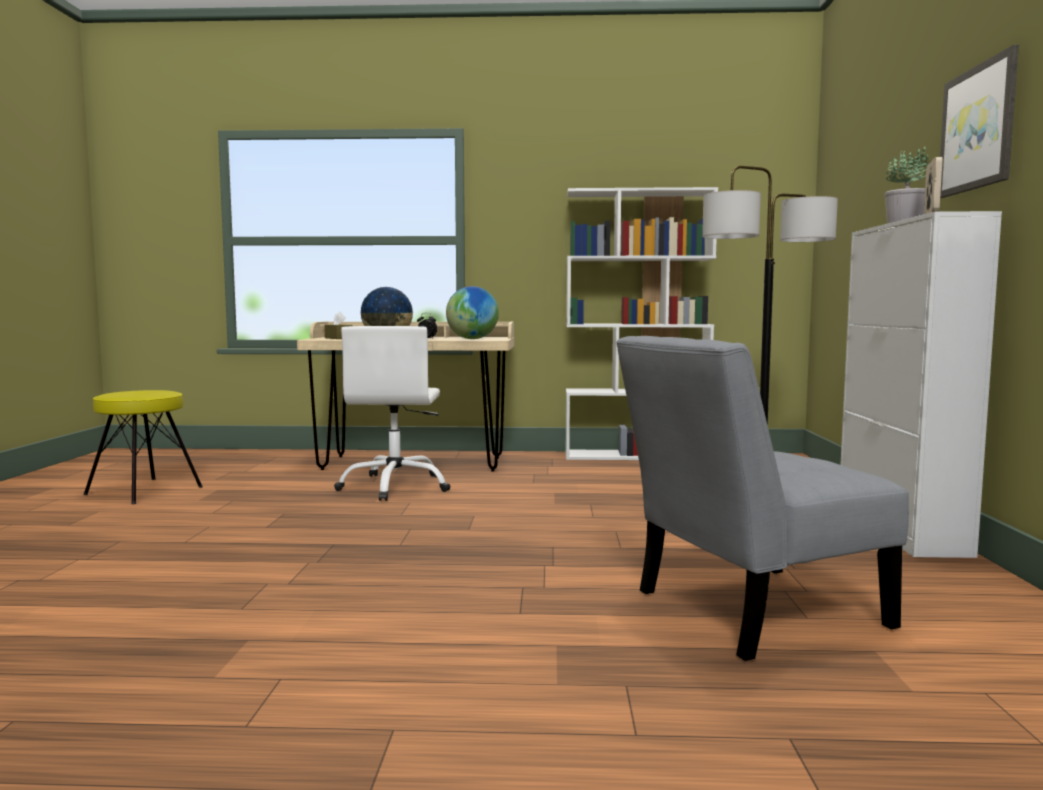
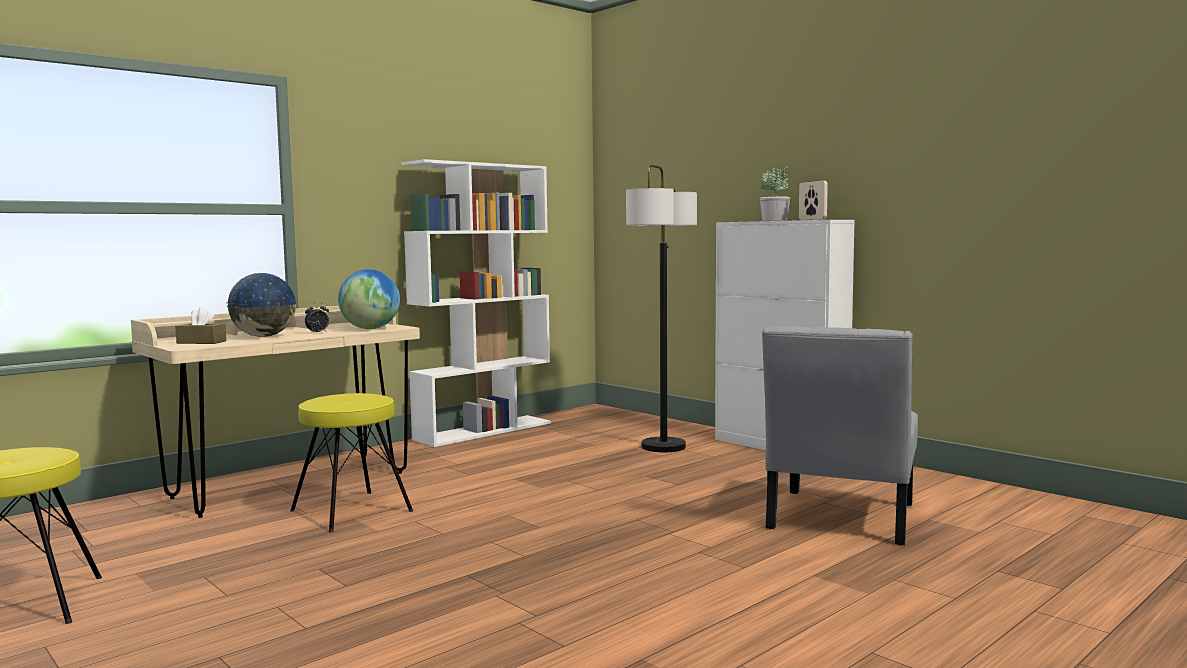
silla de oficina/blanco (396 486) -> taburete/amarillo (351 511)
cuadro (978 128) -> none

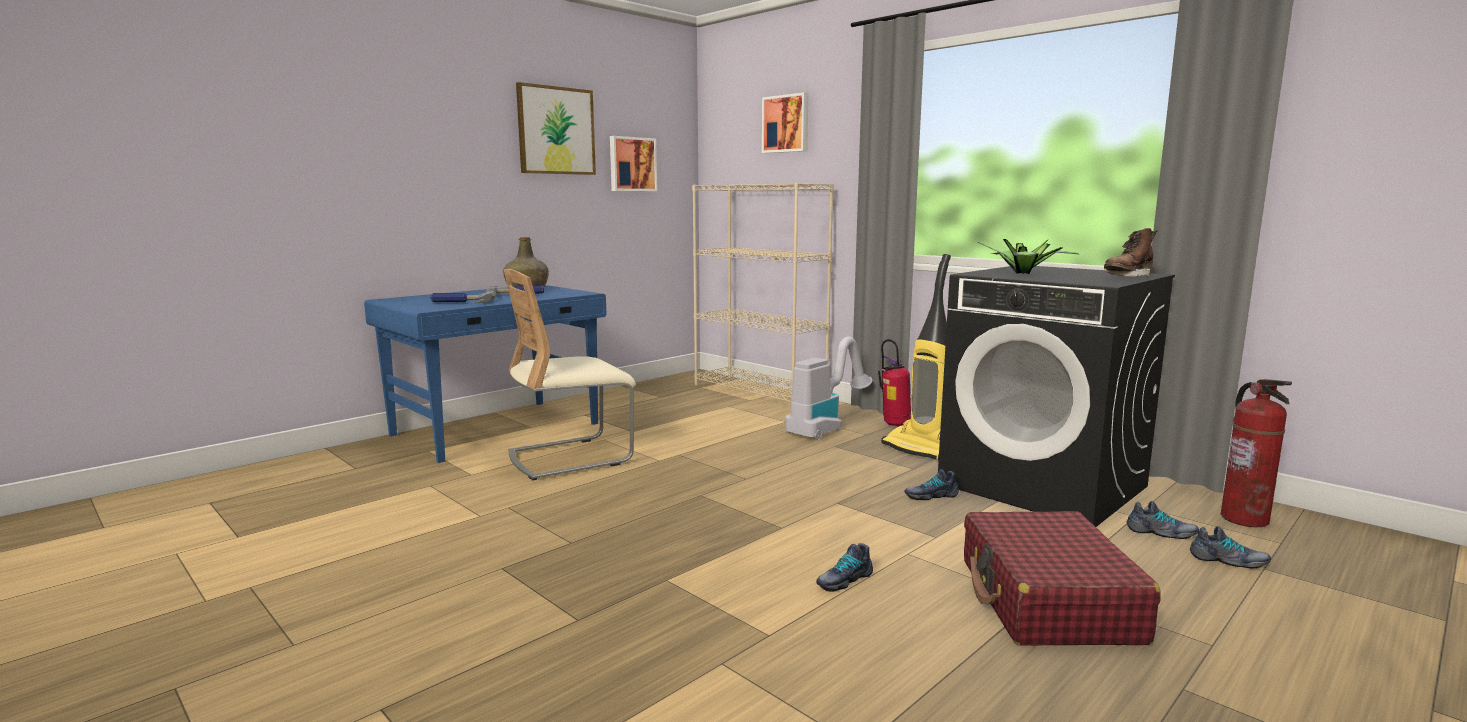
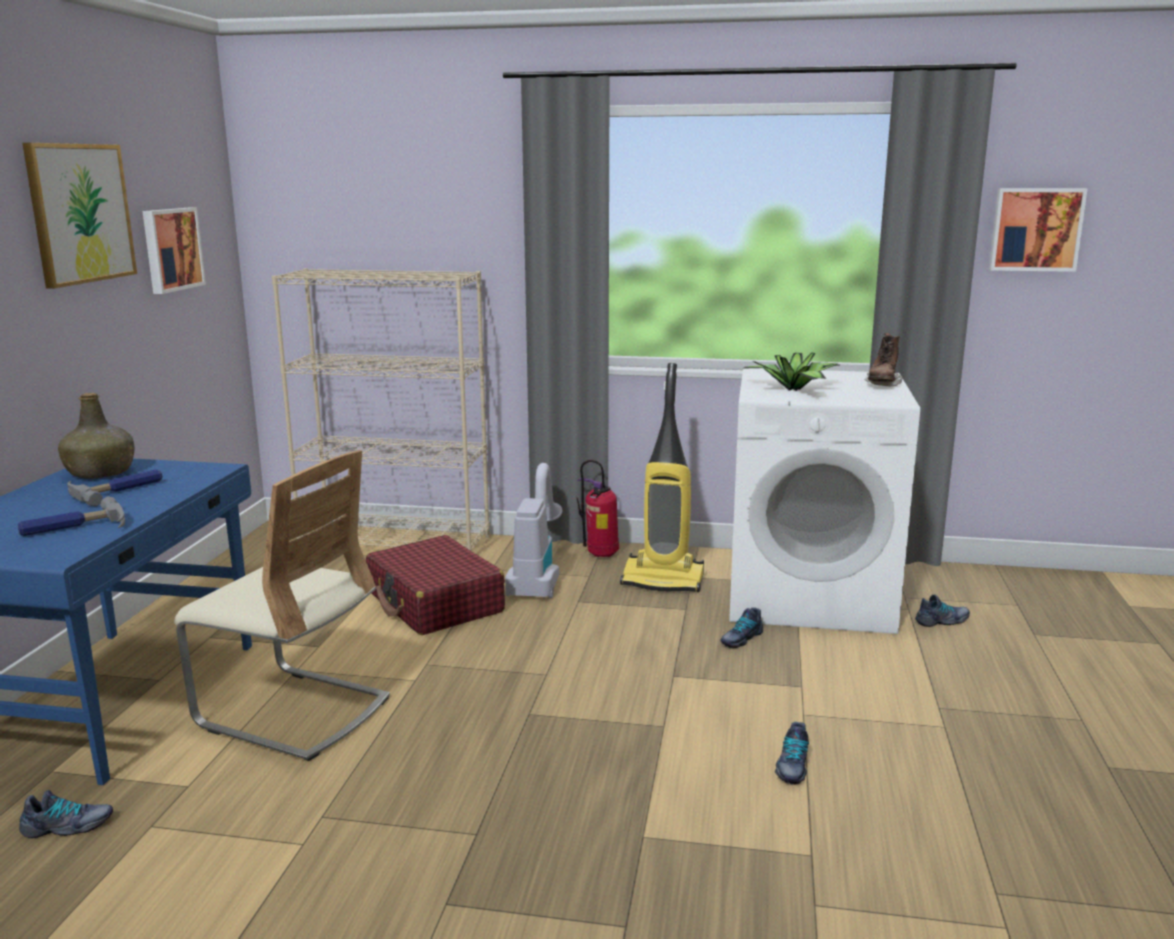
zapato (1228 561) -> zapato (67 827), moved
silla/beis (570 457) -> silla/beis (293 712), 90 degrees counterclockwise
maleta/rojo (1048 600) -> maleta/rojo (435 603), moved
lavadora/negro (1043 485) -> lavadora/blanco (811 596)
cuadro (786 124) -> cuadro (1035 229), moved
extintor (1244 519) -> none

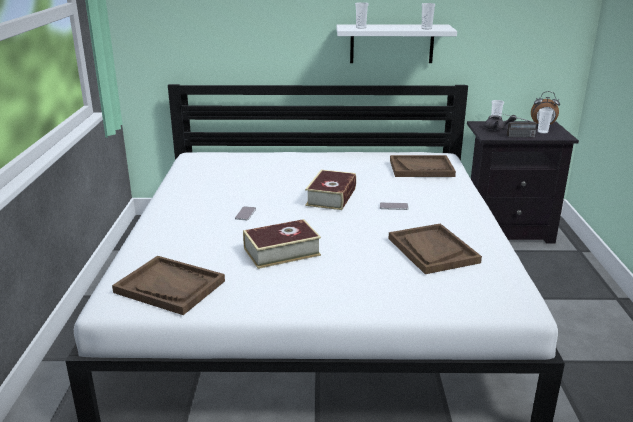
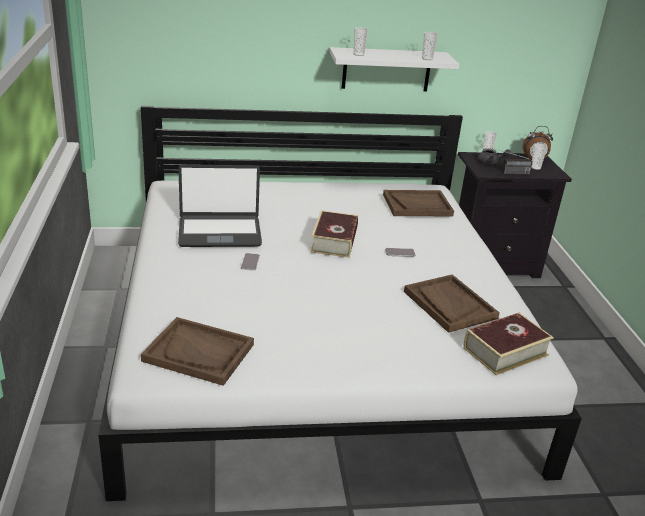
none -> portátil (219 232)
libro (281 252) -> libro (505 351), moved

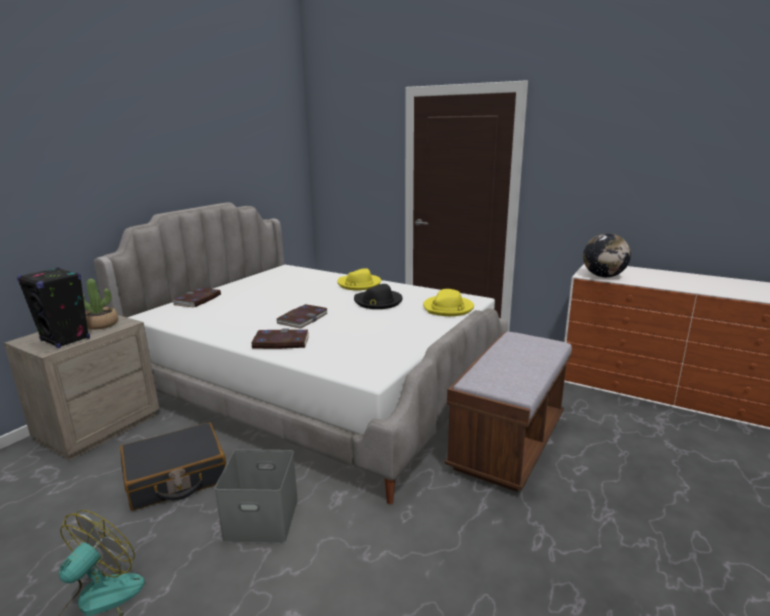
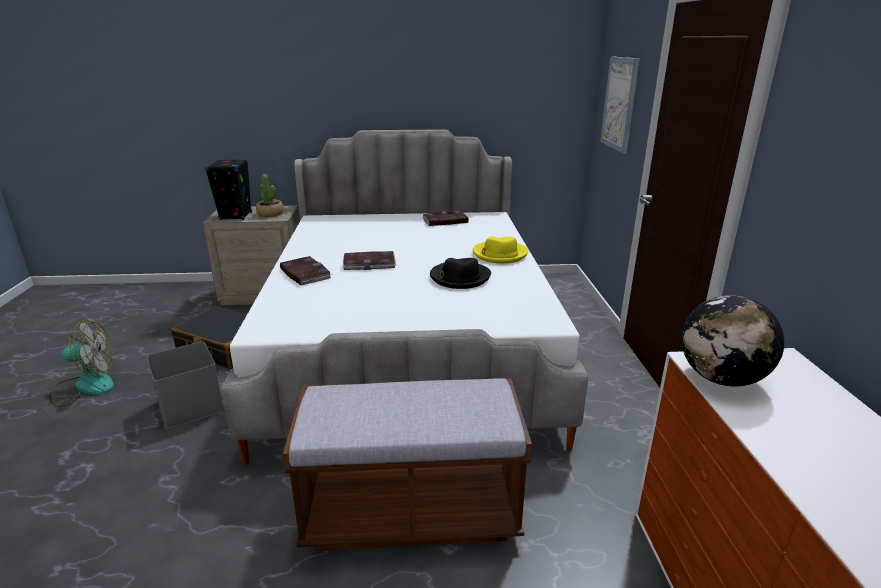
libro (197 300) -> libro (445 221), moved
none -> cuadro (619 103)
sombrero/amarillo (448 308) -> none

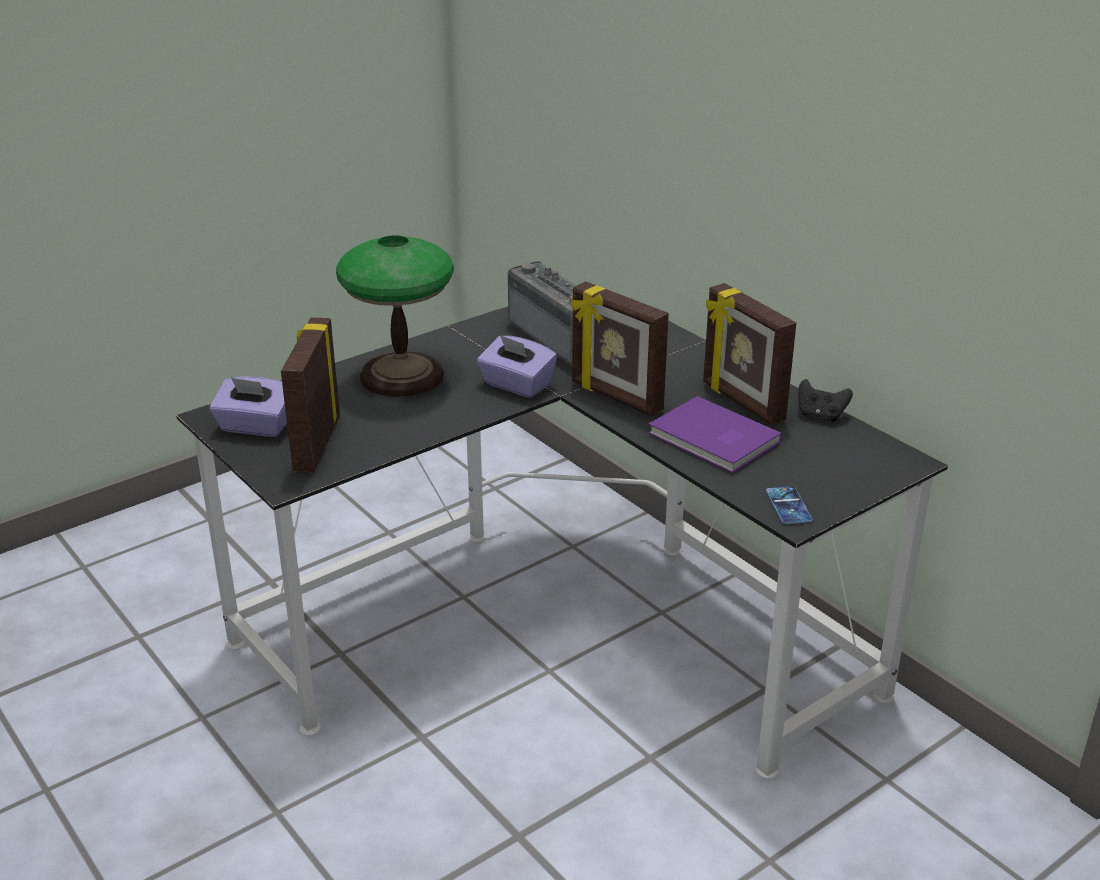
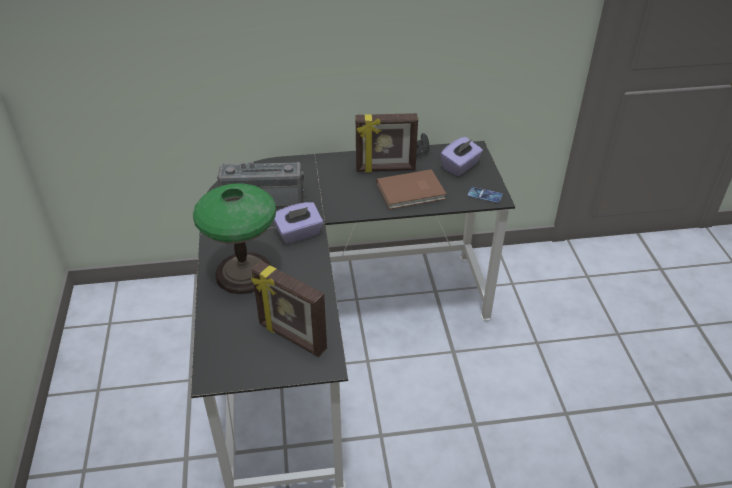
libro/morado (713 439) -> libro/marrón (412 192)
caja de pañuelos/morado (255 426) -> caja de pañuelos/morado (460 166), moved
portarretratos (615 397) -> none

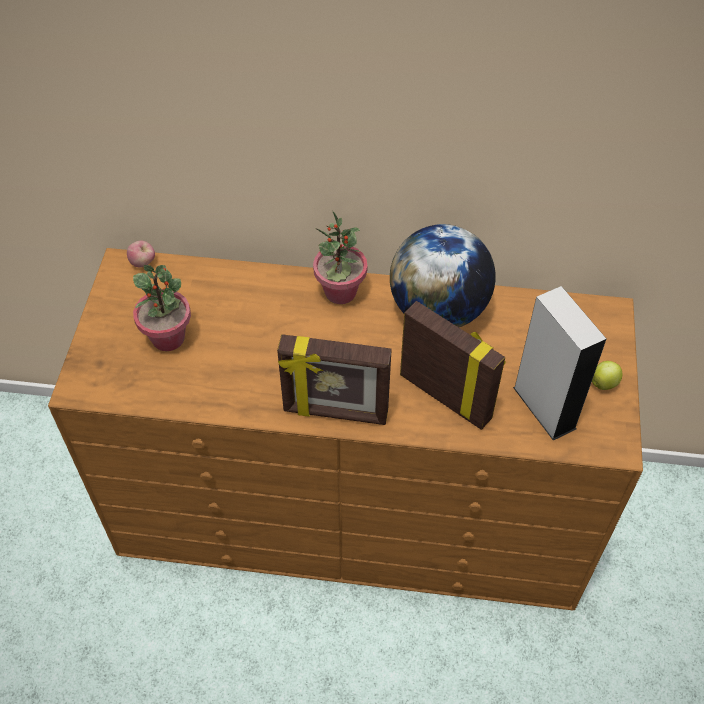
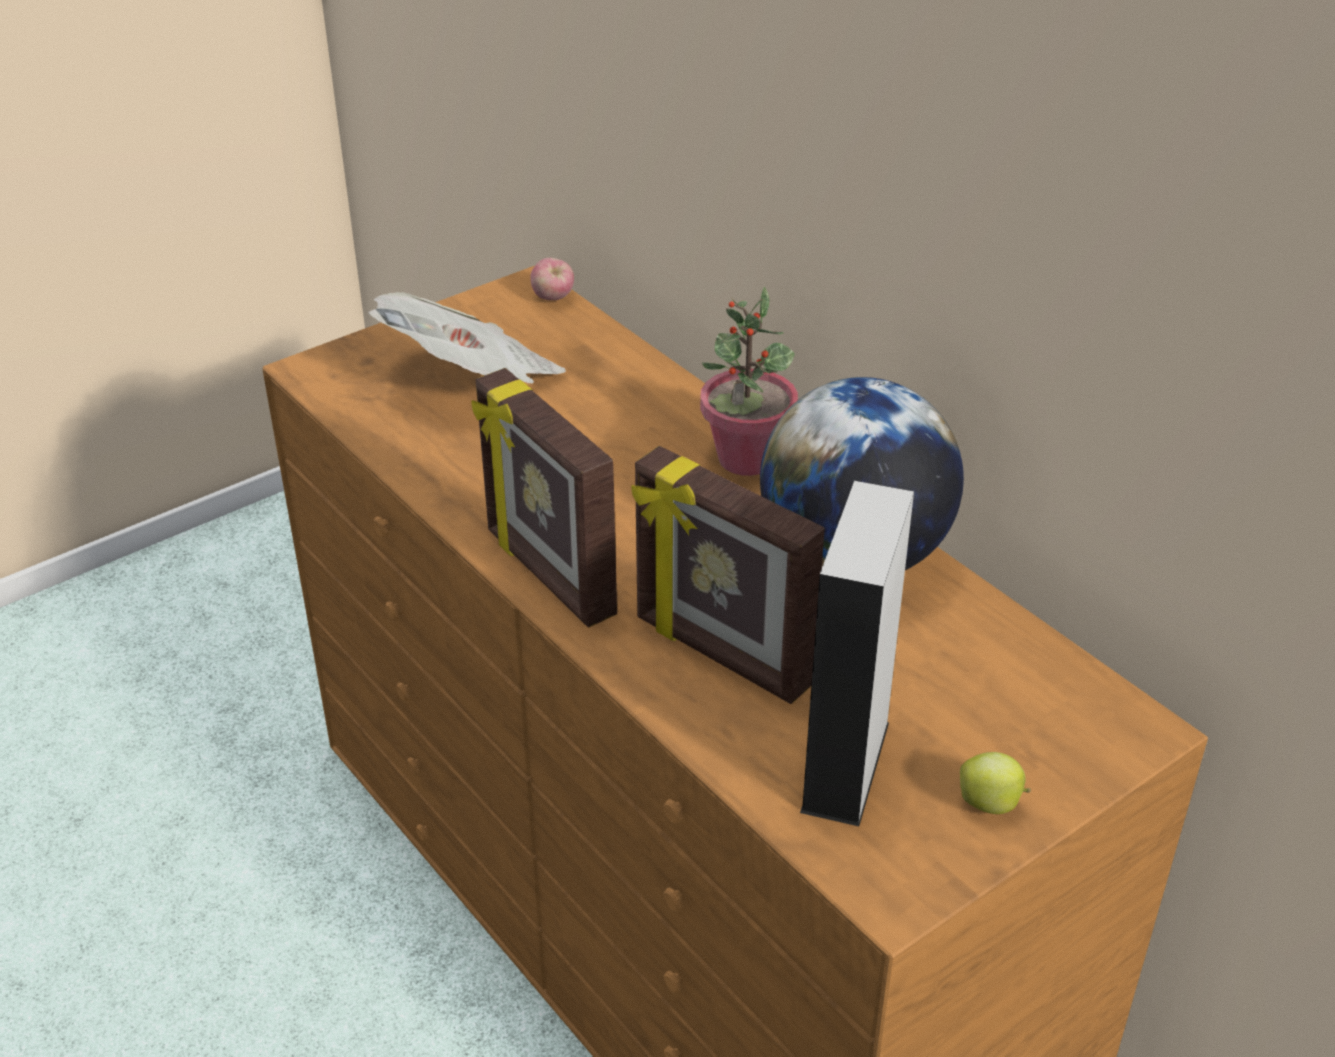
planta en maceta (168 338) -> periódico (473 381)
portarretratos (446 396) -> portarretratos (720 654), 135 degrees clockwise

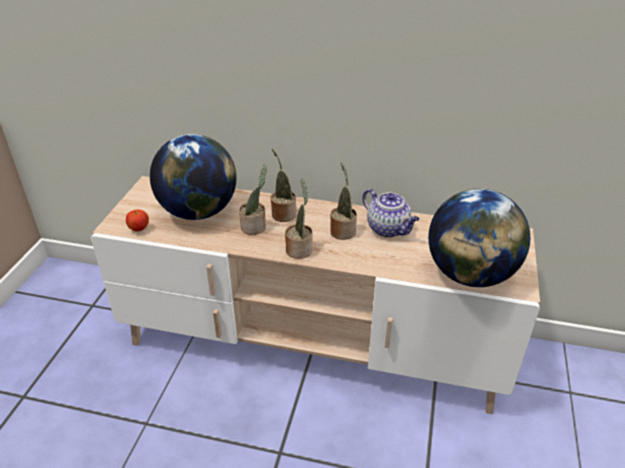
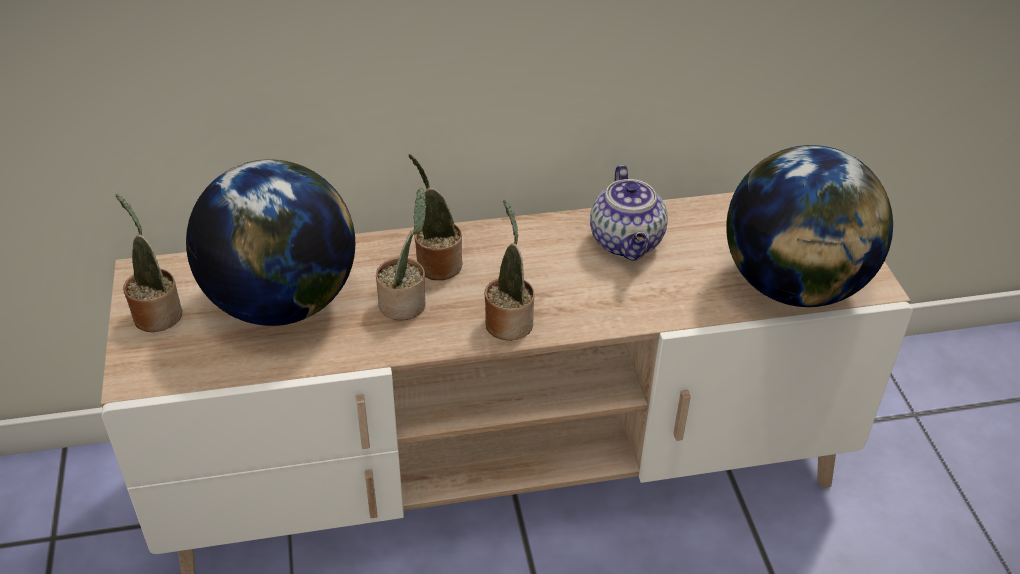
planta en maceta (342 230) -> planta en maceta (156 313), moved
tetera (389 229) -> tetera (627 243), 60 degrees clockwise
manzana (139 229) -> none

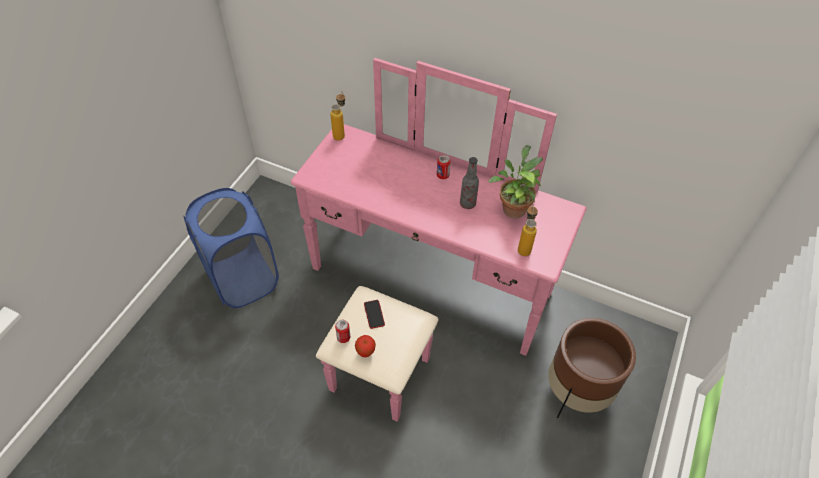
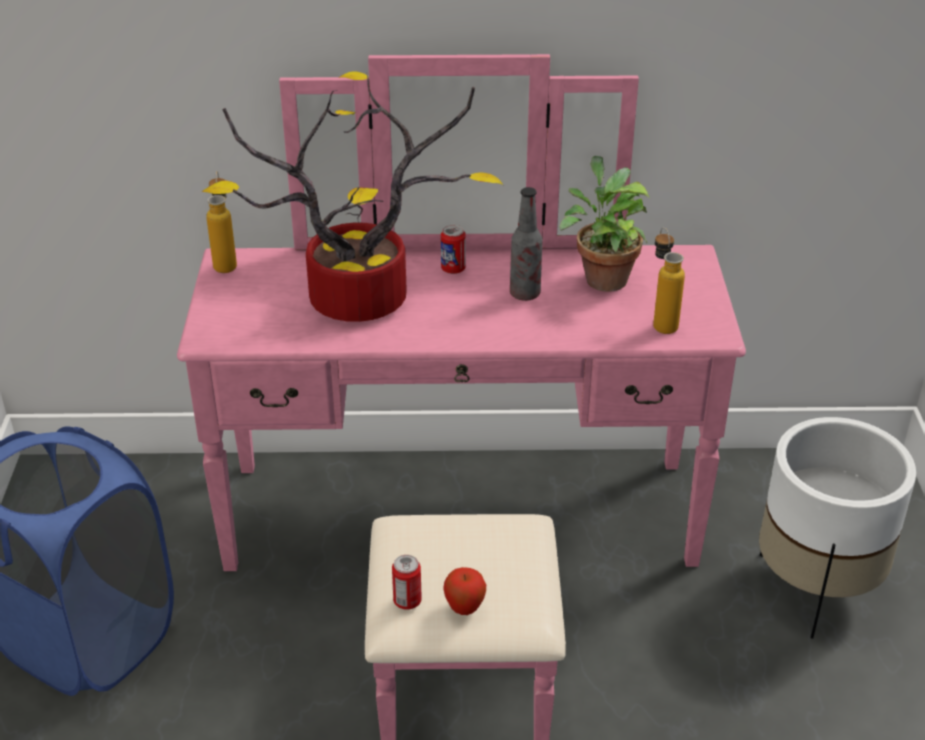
none -> planta en maceta (352 304)
maceta/marrón (576 392) -> maceta/blanco (815 589)
móvil (374 314) -> none

